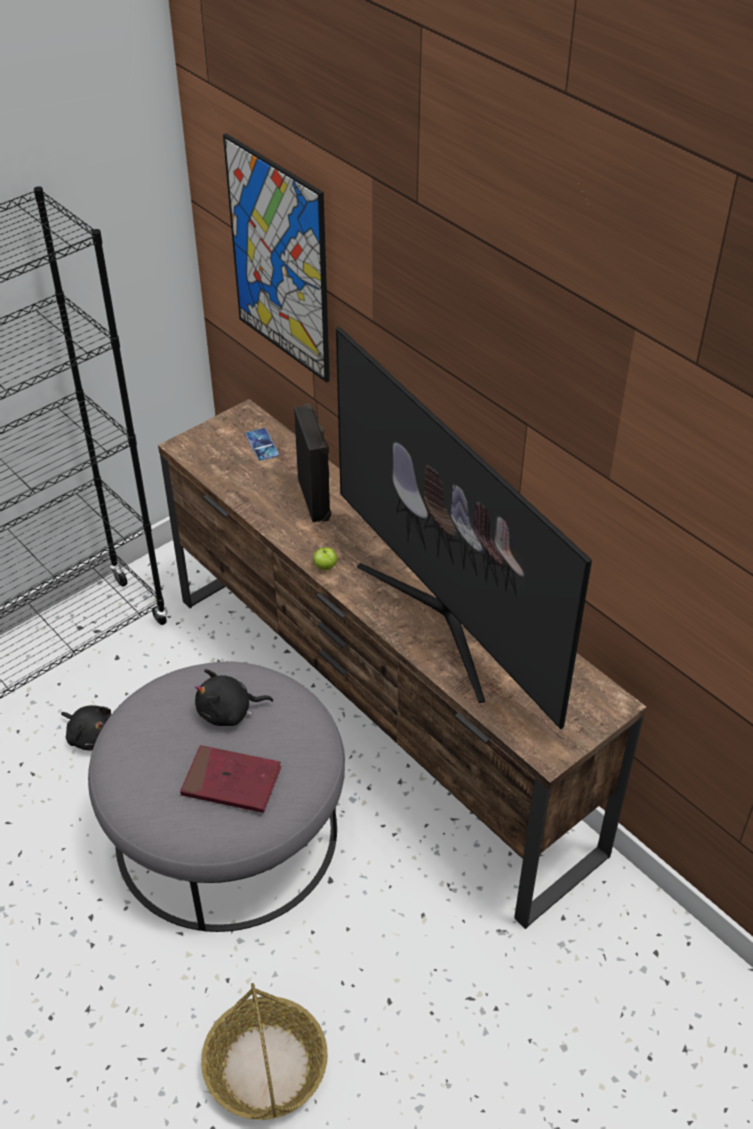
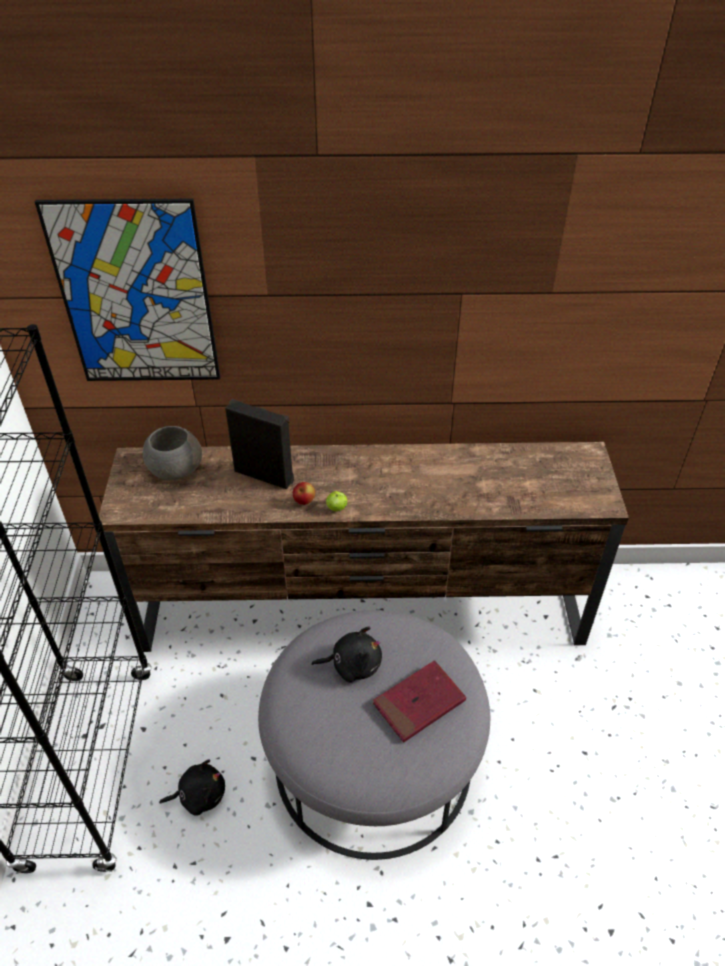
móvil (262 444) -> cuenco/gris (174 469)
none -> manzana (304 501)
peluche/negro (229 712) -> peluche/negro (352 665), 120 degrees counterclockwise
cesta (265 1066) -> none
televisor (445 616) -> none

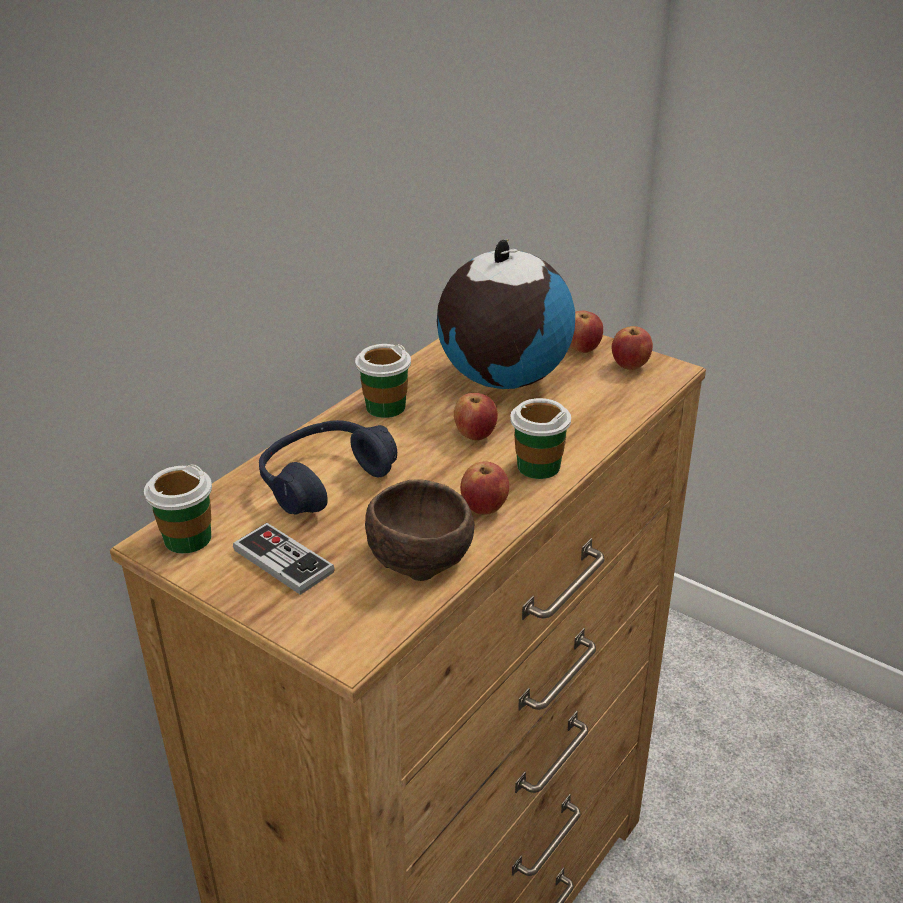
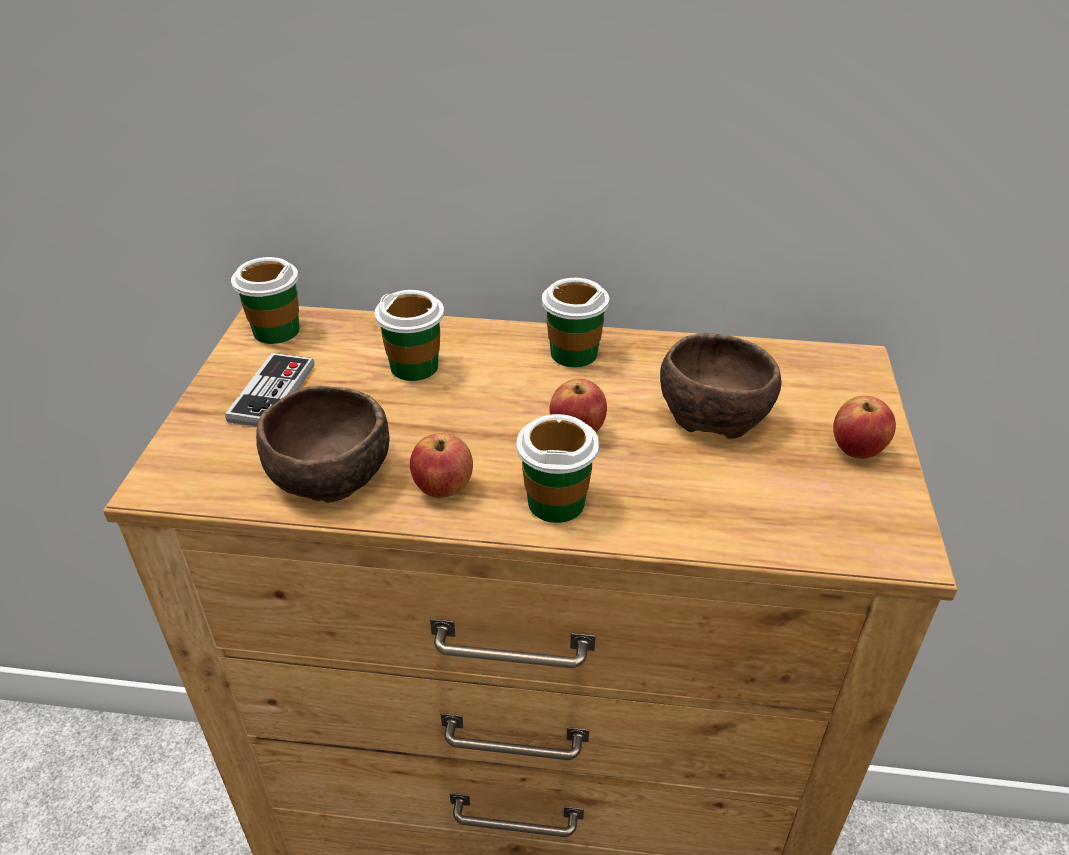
auriculares/azul (325 480) -> taza (415 366)
globo terráqueo (502 379) -> cuenco/marrón (713 410)
manzana (630 365) -> none

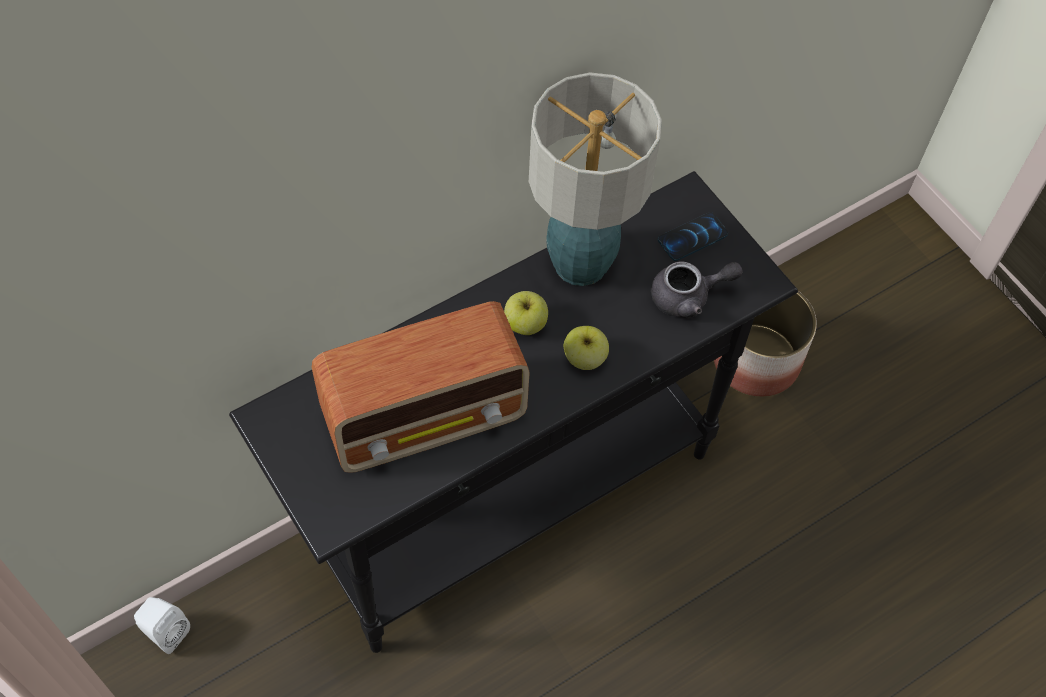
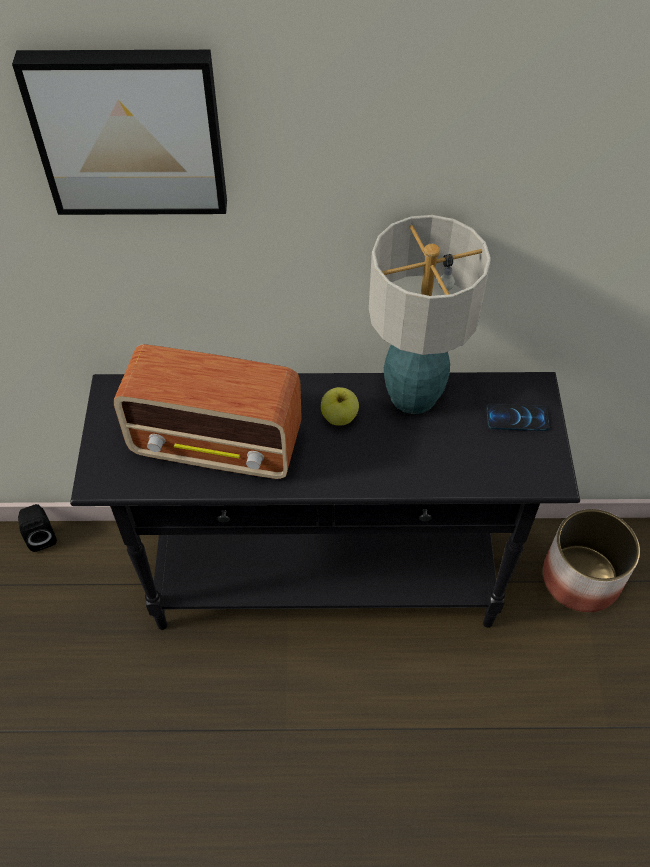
none -> cuadro (130 131)
altavoz/blanco (165 632) -> altavoz/negro (41 536)
manzana (584 358) -> none
tetera/gris (688 297) -> none

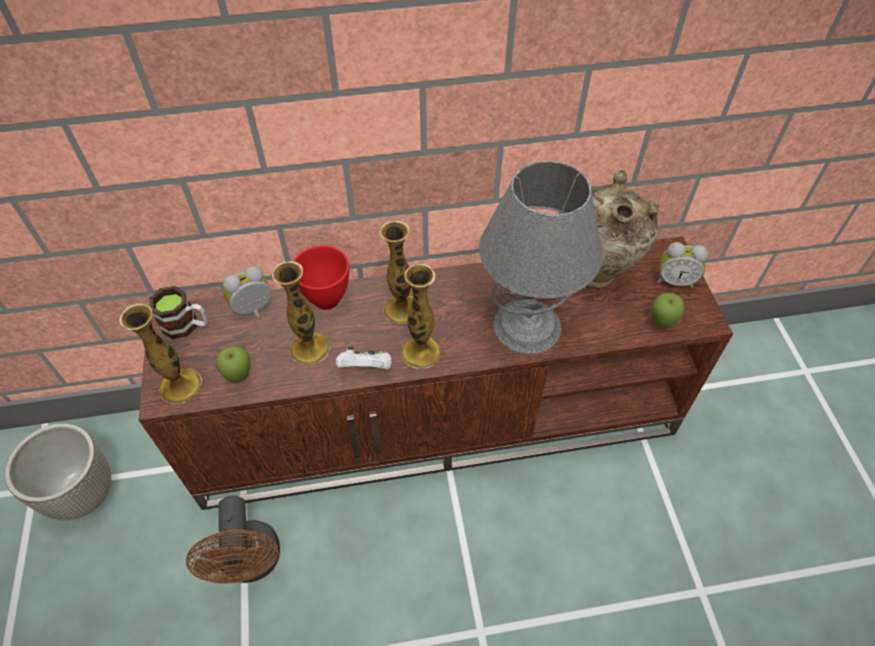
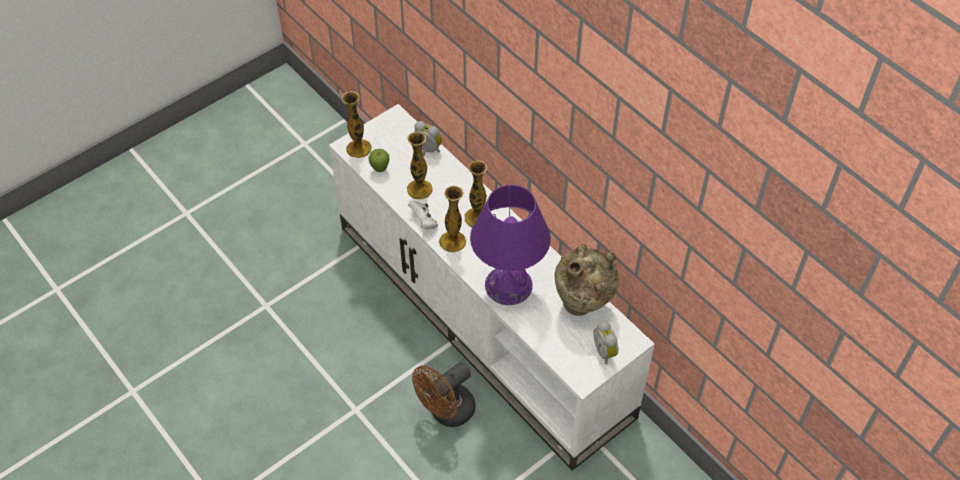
mueble de televisión/marrón (439 419) -> mueble de televisión/blanco (484 318)
ventilador/marrón (251 564) -> ventilador/marrón (446 412), moved
lámpara de mesa/gris (526 326) -> lámpara de mesa/morado (508 285)
maceta (84 493) -> none
taza grande (187 325) -> none
cuenco/rojo (327 299) -> none
manzana (661 324) -> none

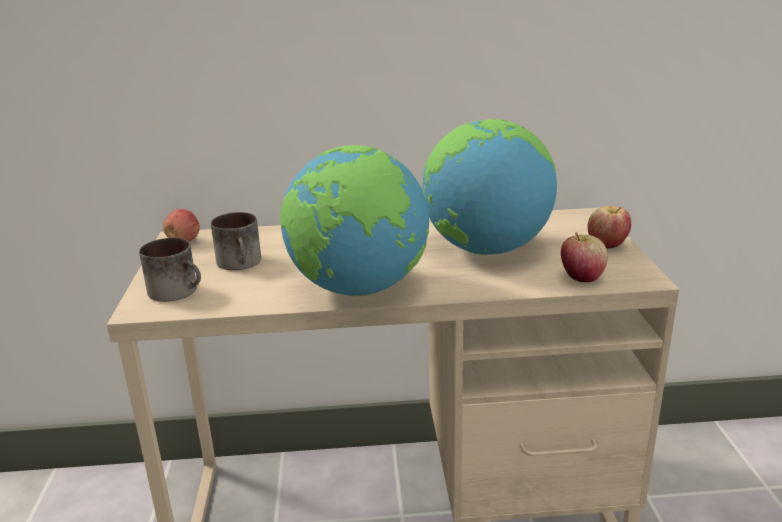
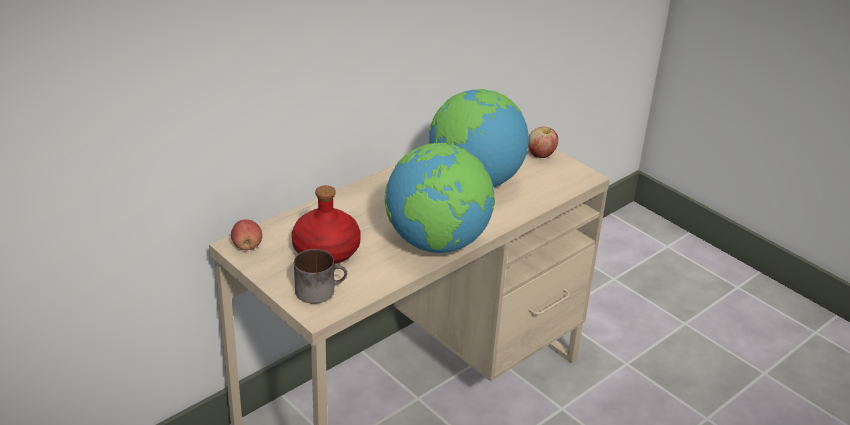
taza grande (242 263) -> botella/rojo (327 250)
manzana (581 278) -> none

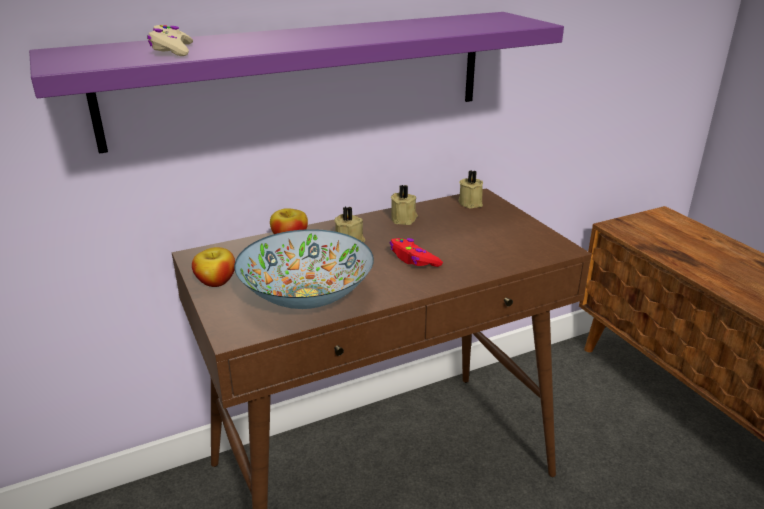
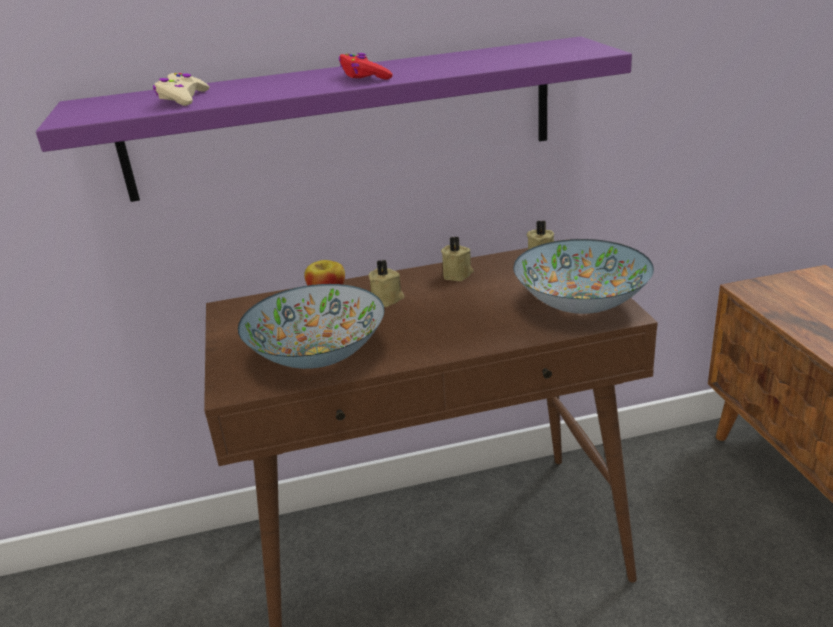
mando de consola/rojo (413 259) -> mando de consola/rojo (364 76), moved
none -> cuenco (580 303)
manzana (216 282) -> none

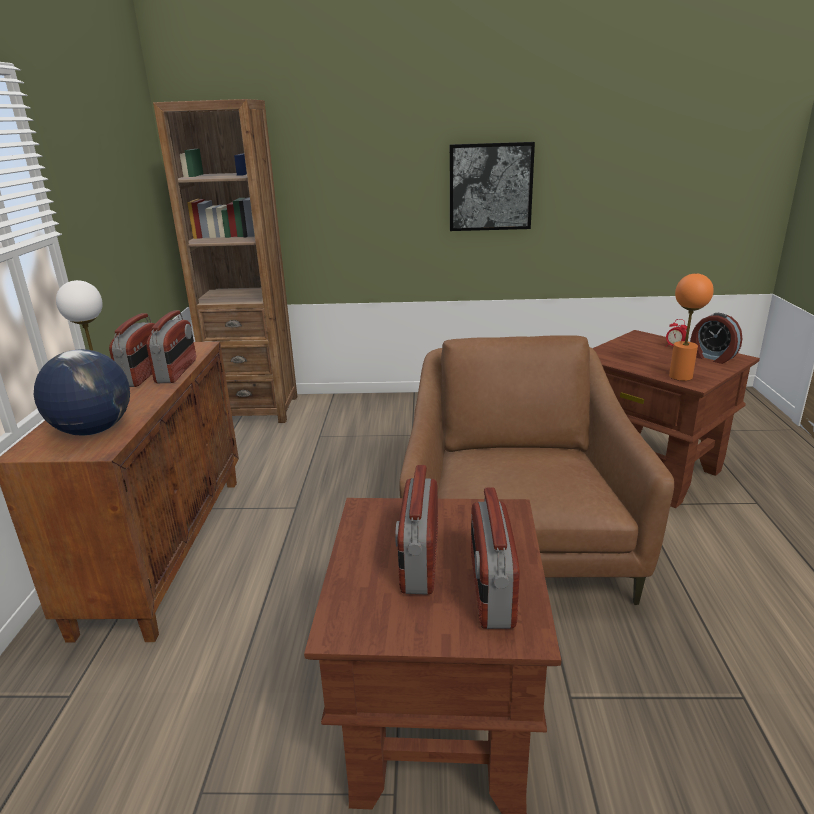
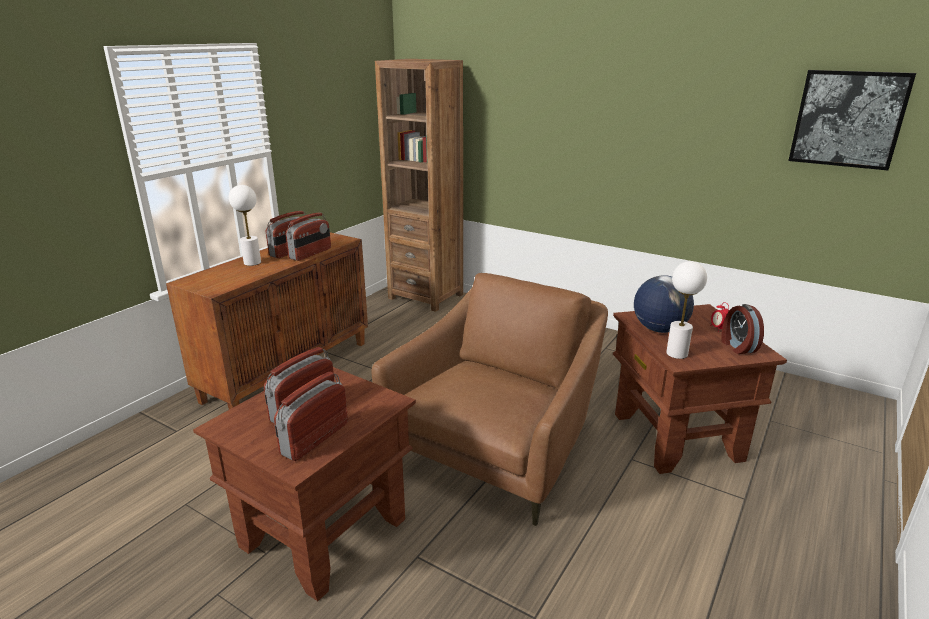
globo terráqueo (92 431) -> globo terráqueo (659 329), moved
lámpara de mesa/naranja (680 376) -> lámpara de mesa/blanco (676 353)
cuadro (490 187) -> cuadro (848 119), moved

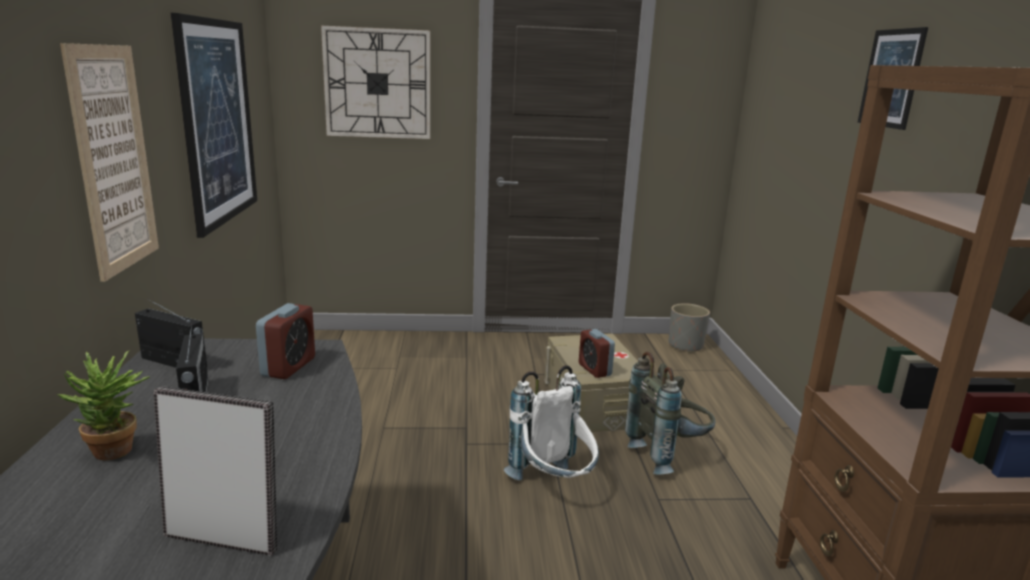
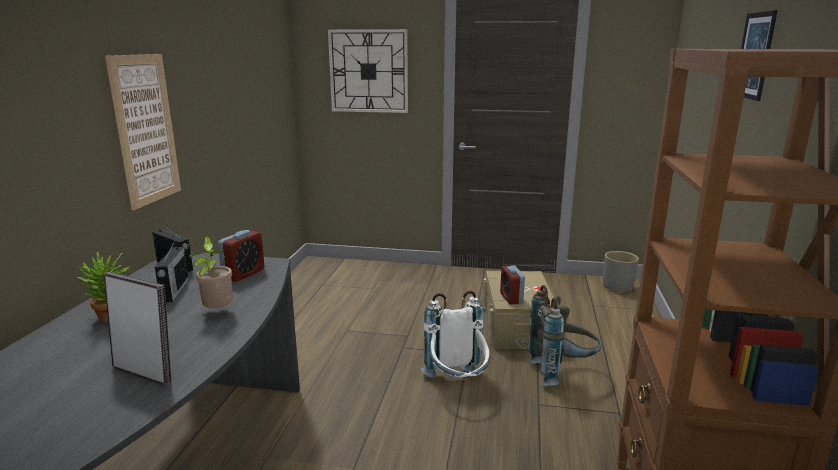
none -> planta en maceta (217 312)
cuadro (218 122) -> none

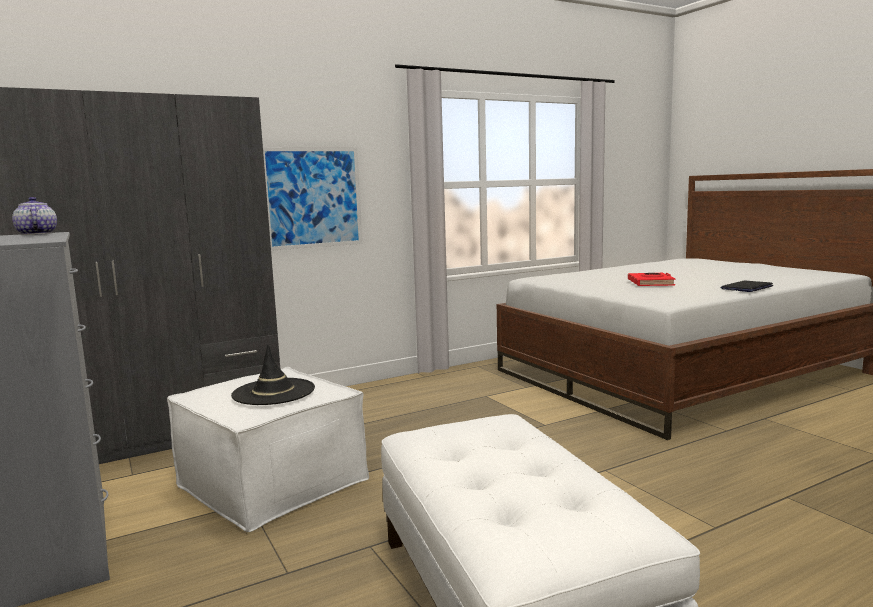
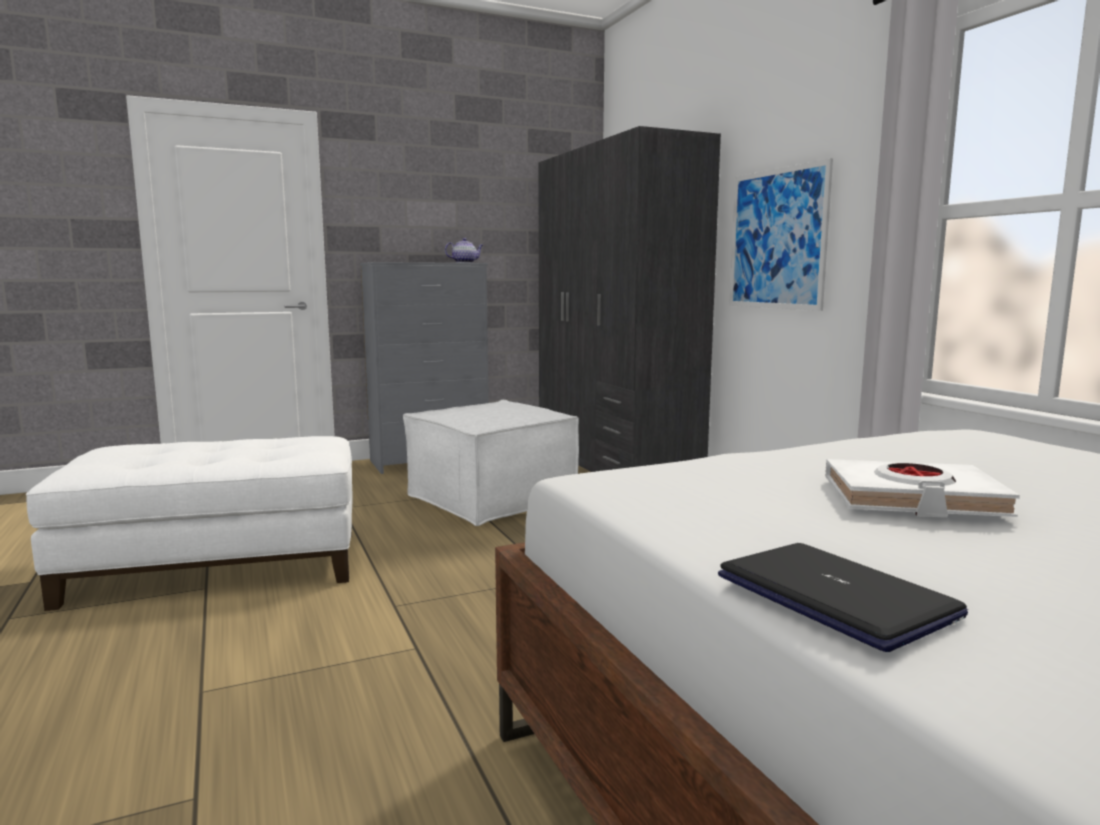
libro/rojo (651 283) -> libro/blanco (912 499)
sombrero/negro (273 392) -> none

